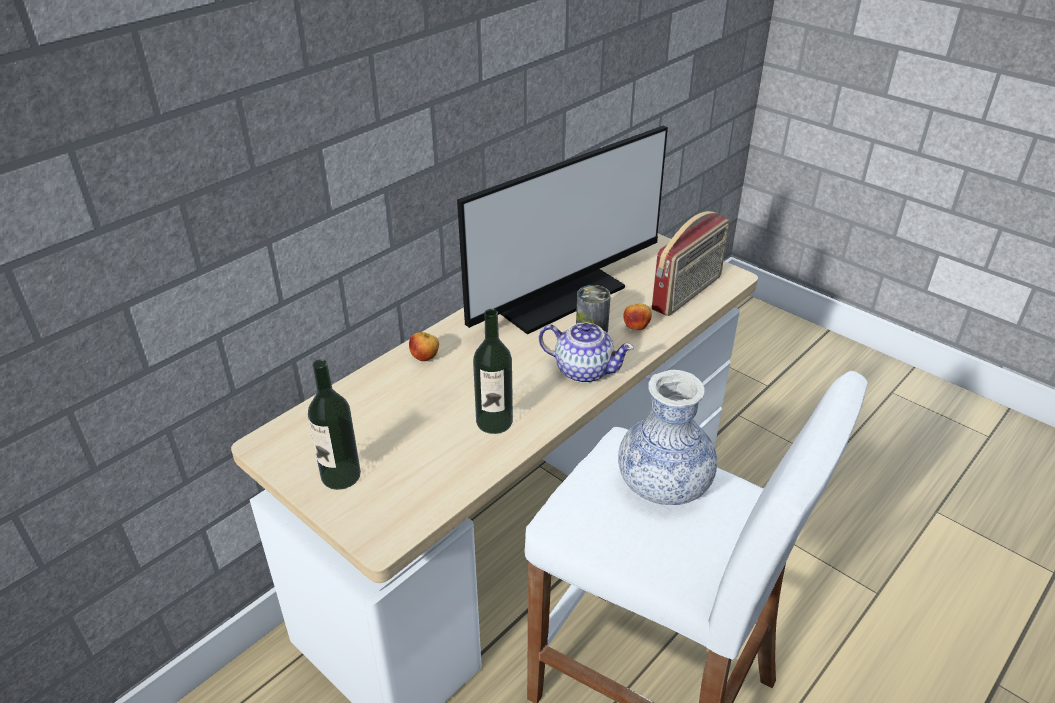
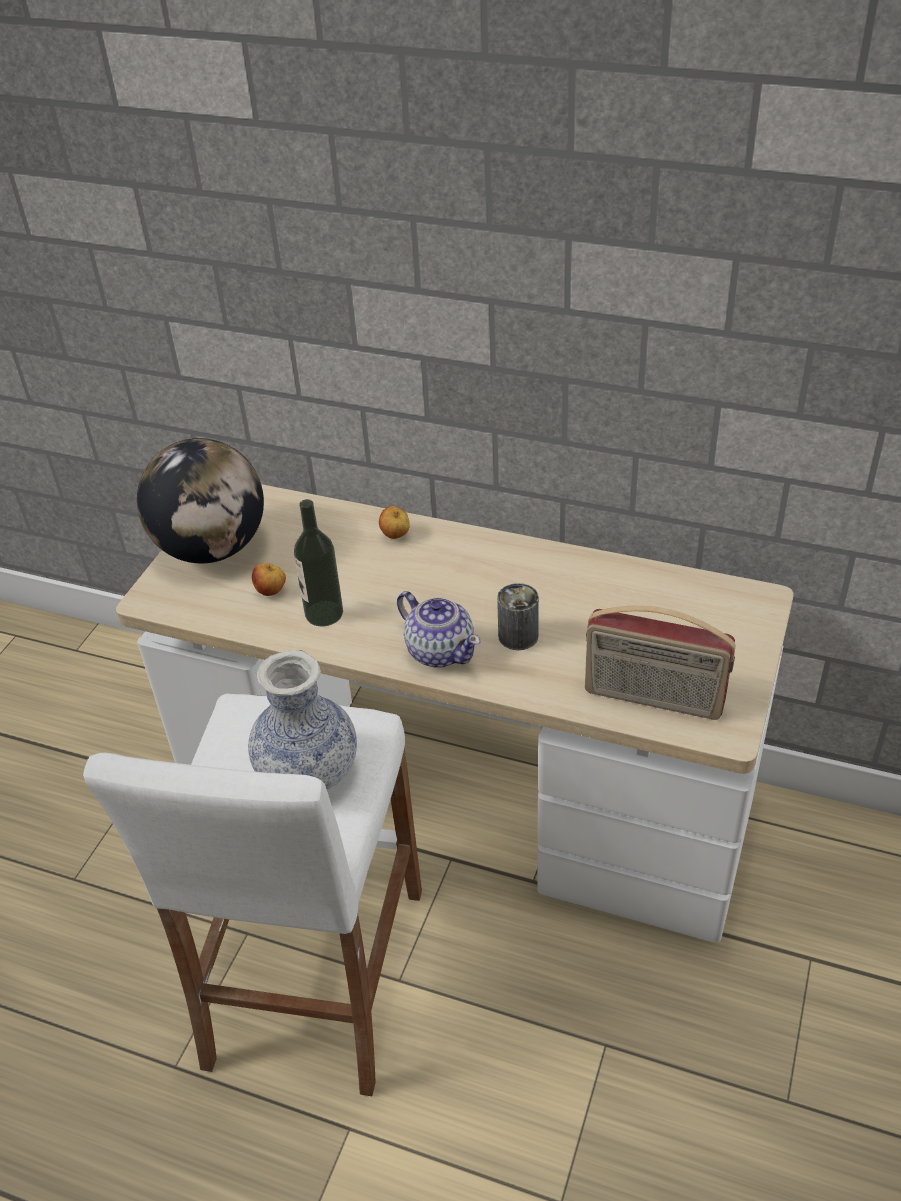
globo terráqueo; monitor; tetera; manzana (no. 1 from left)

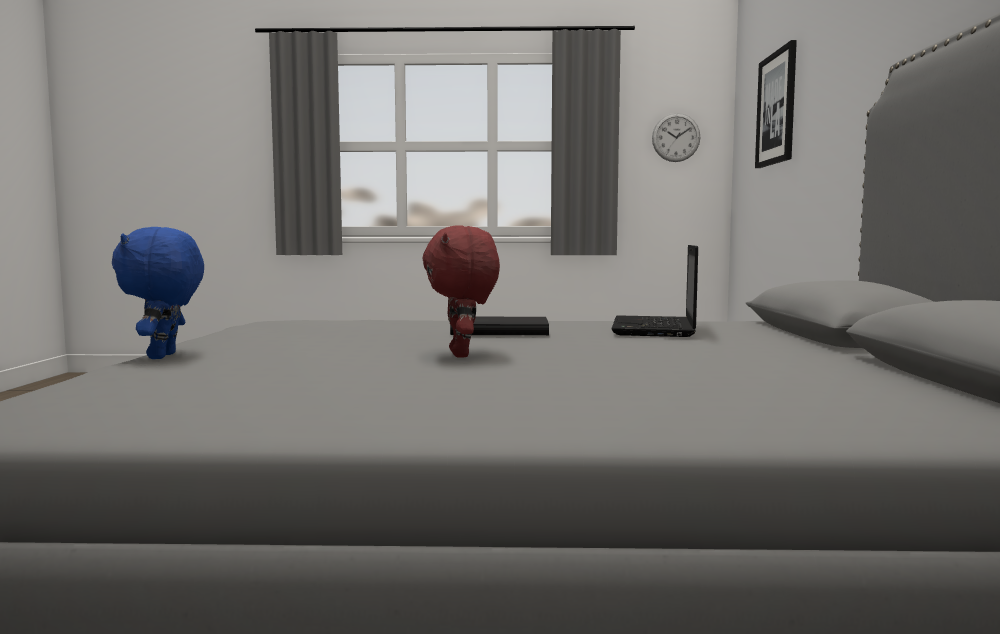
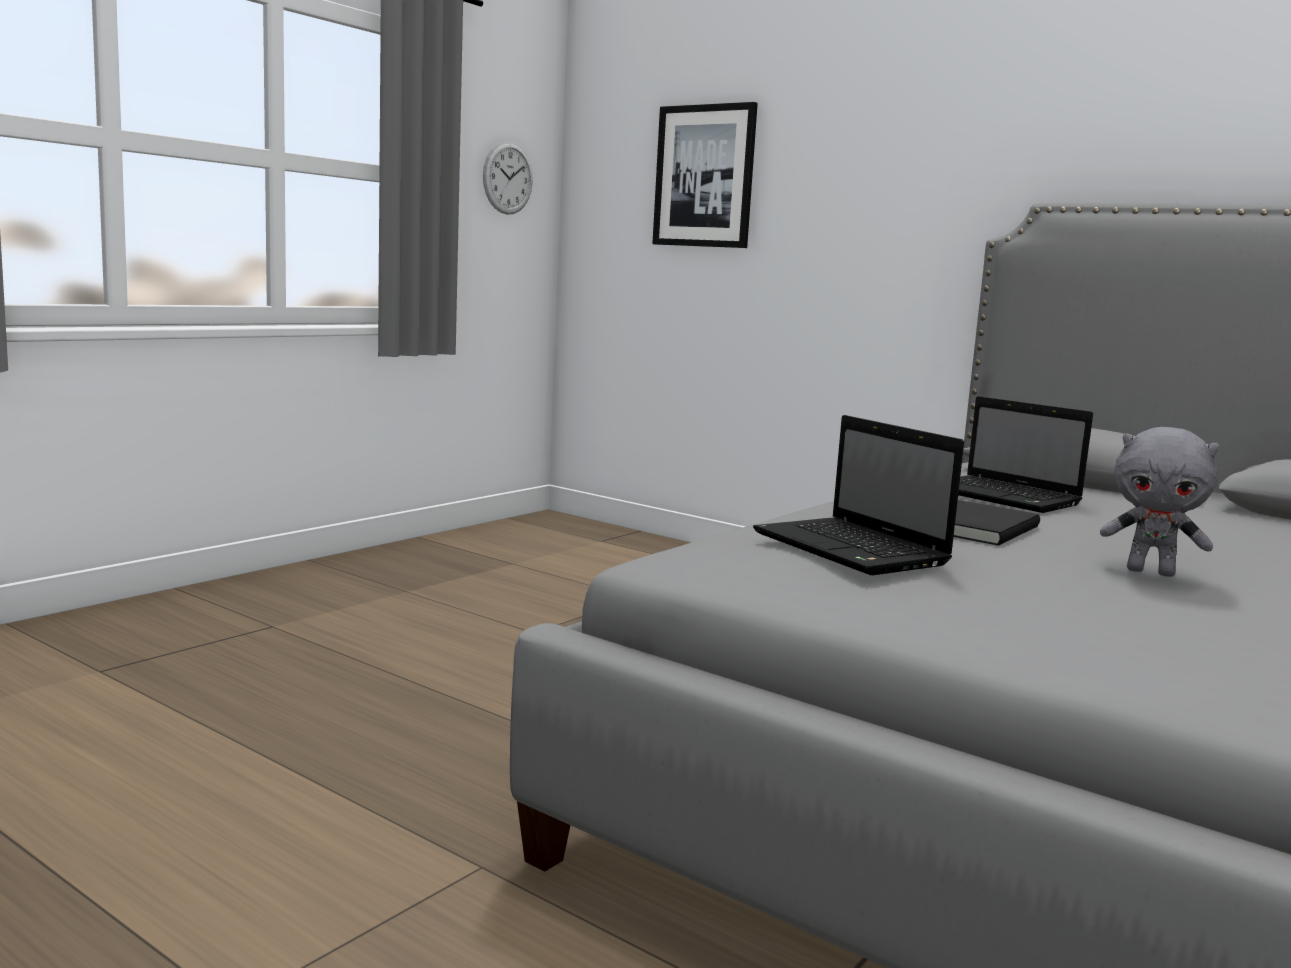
peluche (azul); peluche (gris); portátil (no. 1 from left)

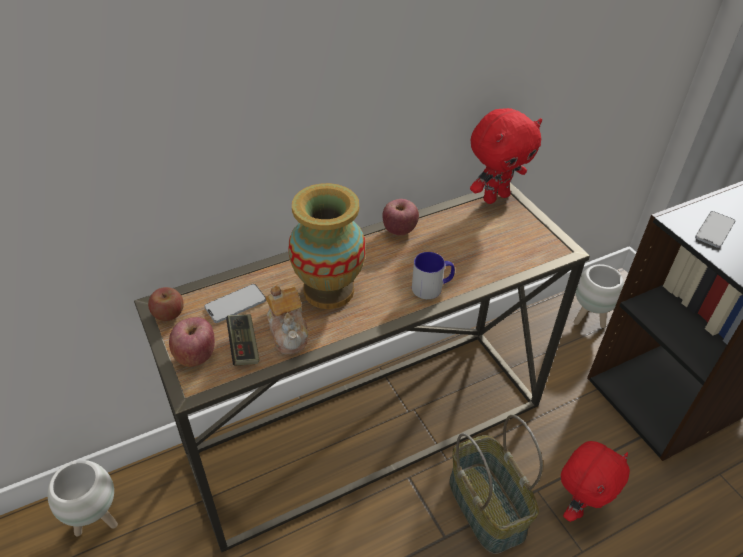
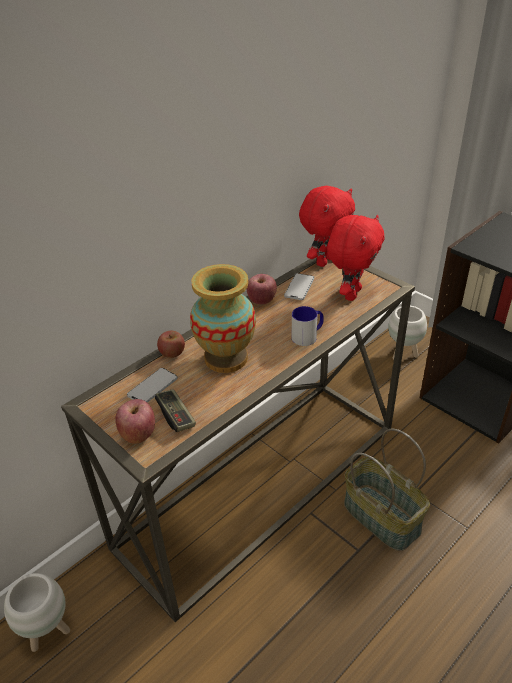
manzana (no. 2 from left); tetera; peluche (rojo) (no. 2 from left); móvil (no. 2 from left)

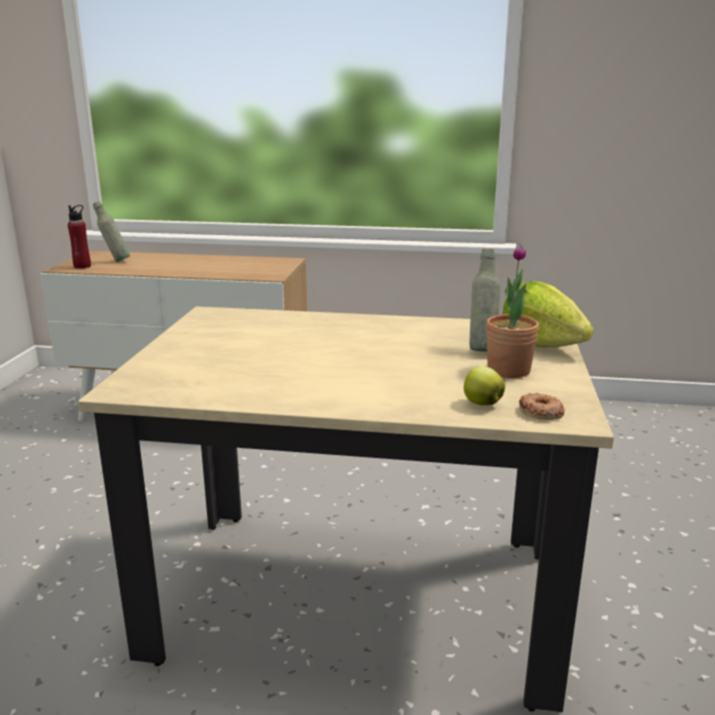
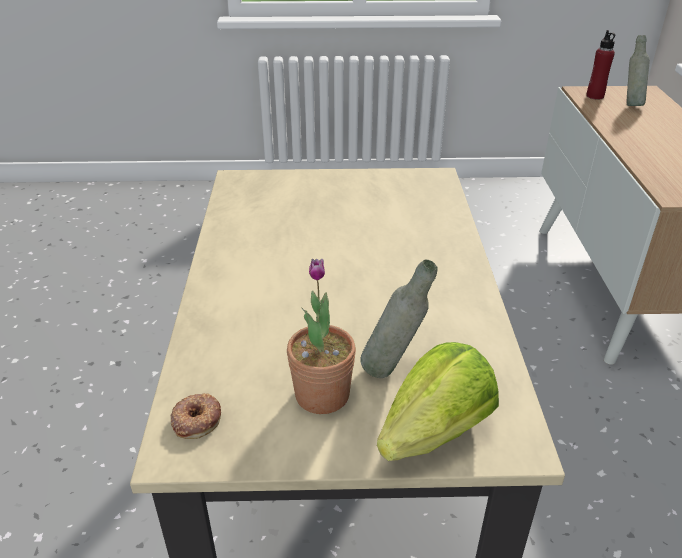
manzana

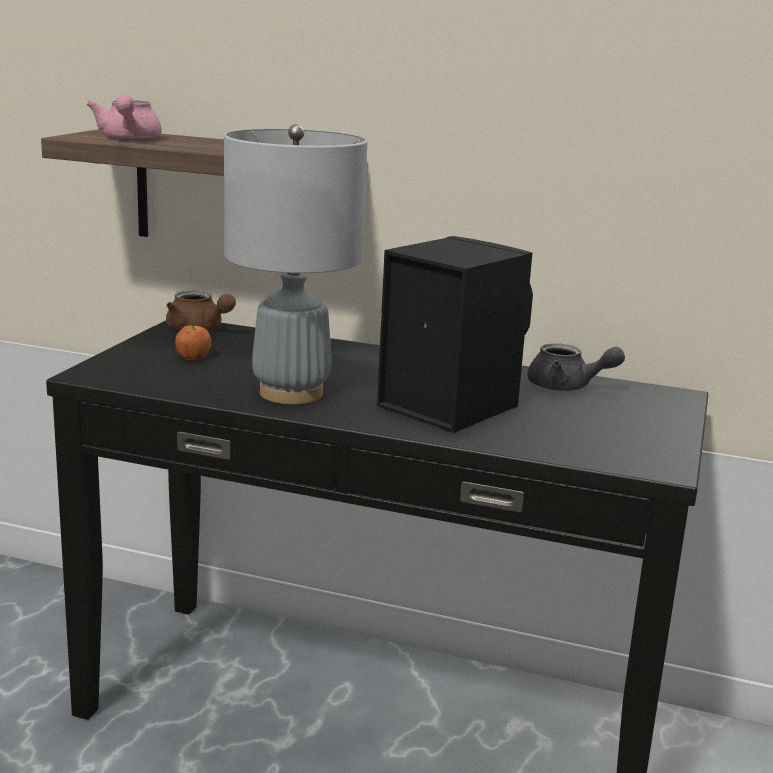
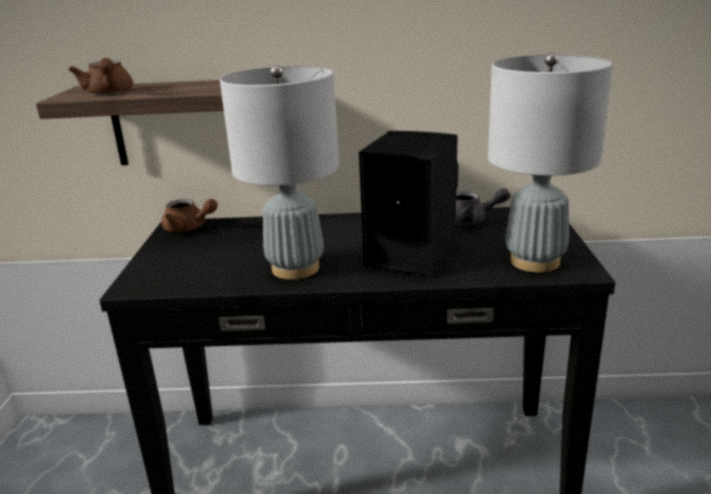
tetera (marrón) (no. 1 from left); manzana; lámpara de mesa (gris) (no. 2 from left)

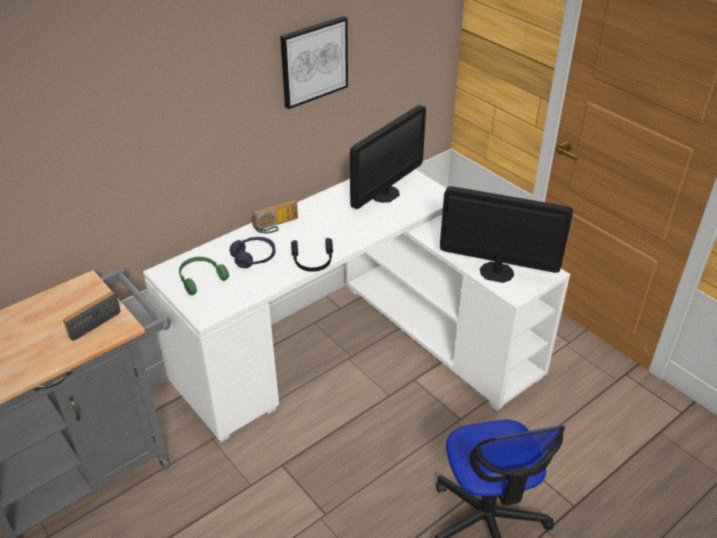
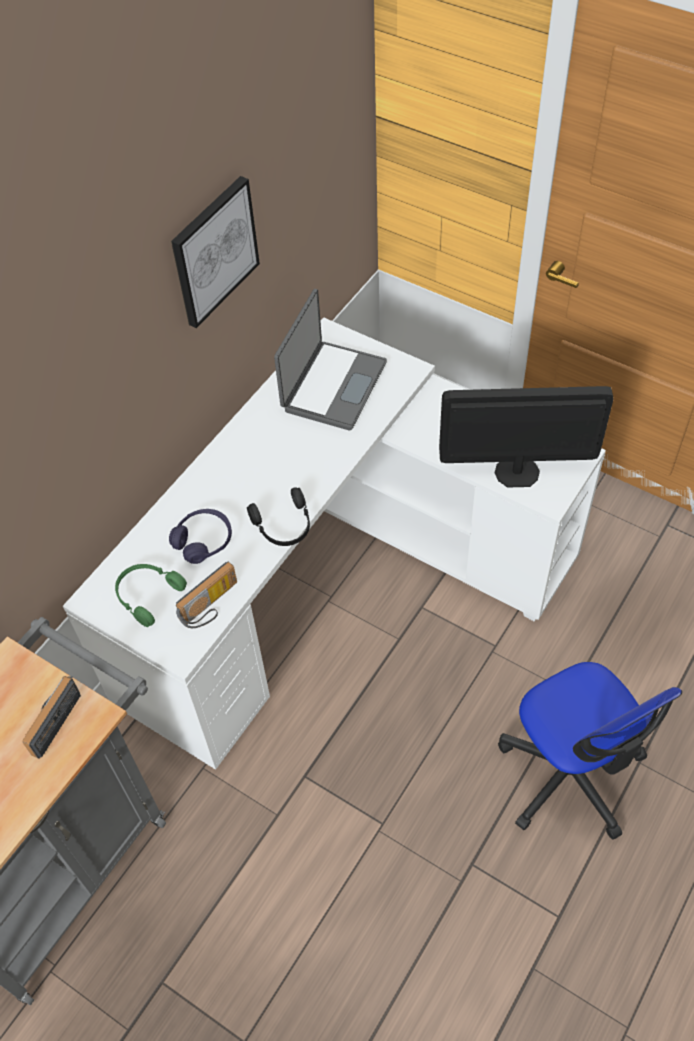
radio (no. 2 from left); portátil

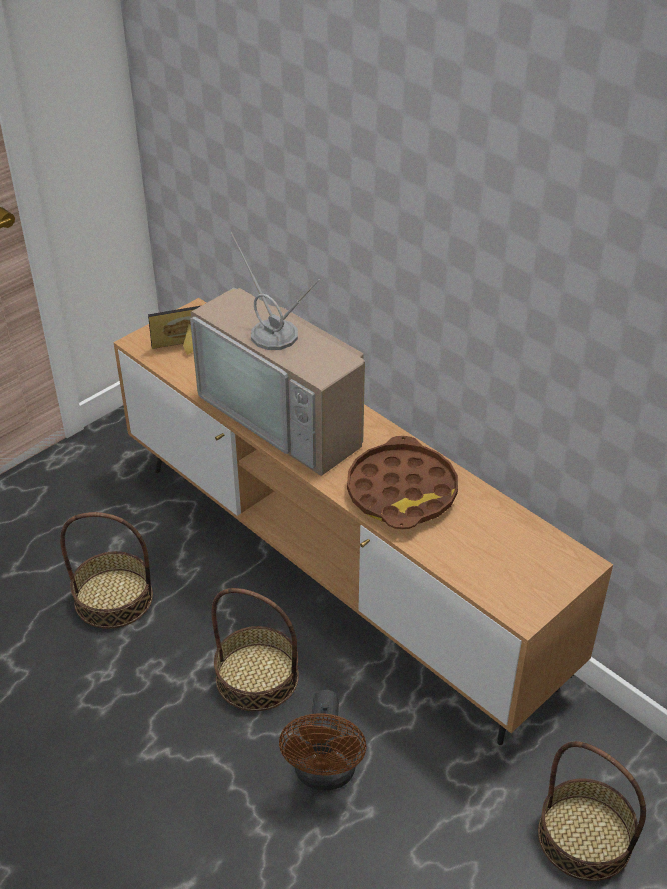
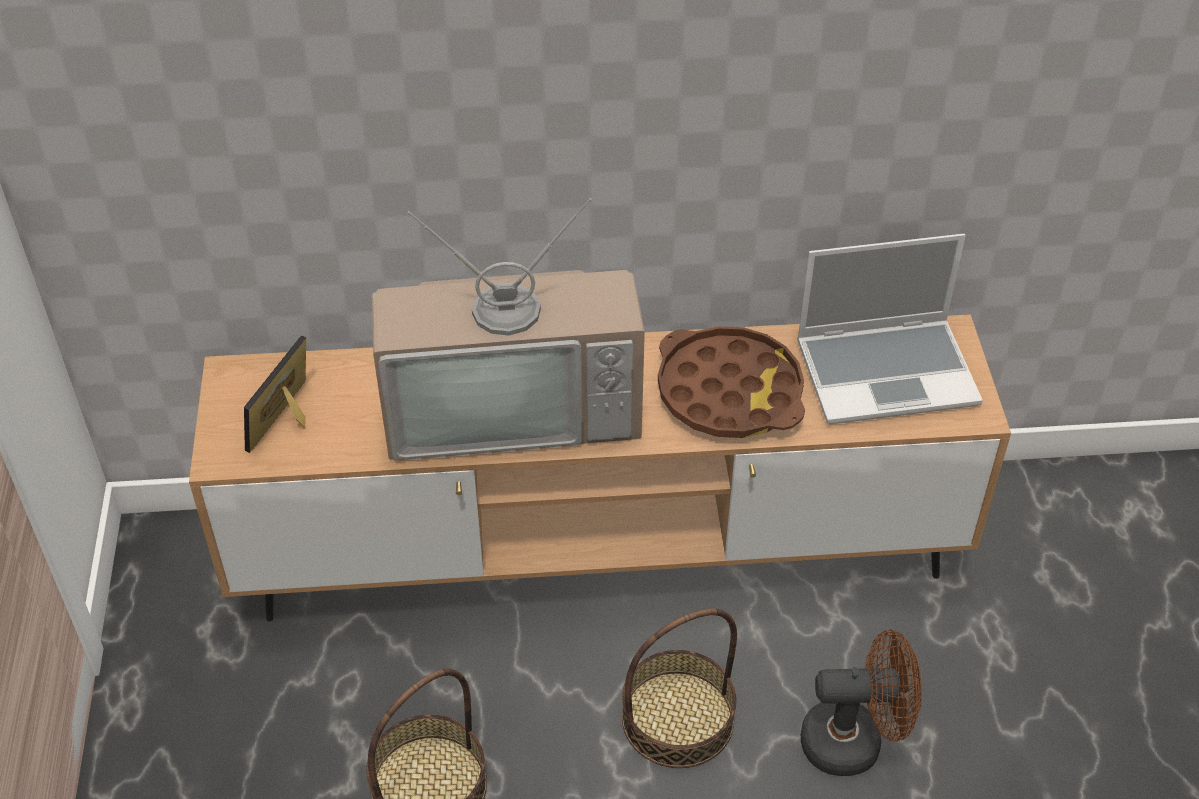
ventilador (marrón); cesta (no. 3 from left in the first image); portátil

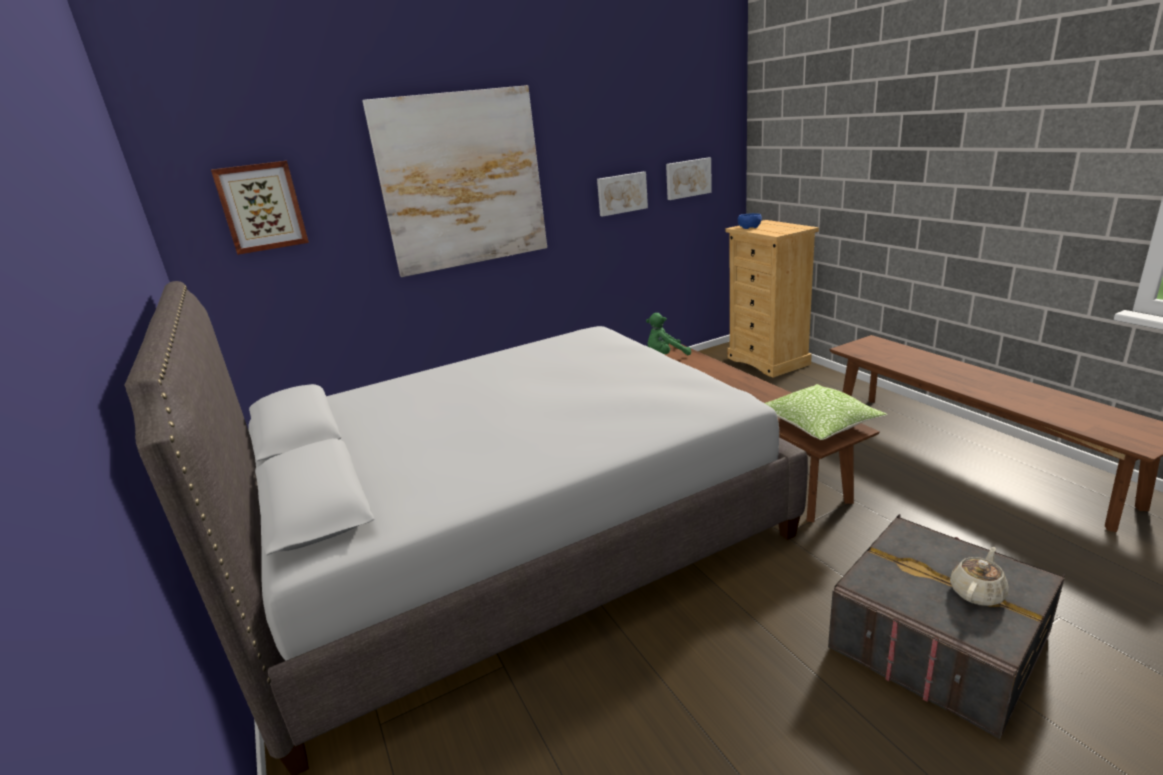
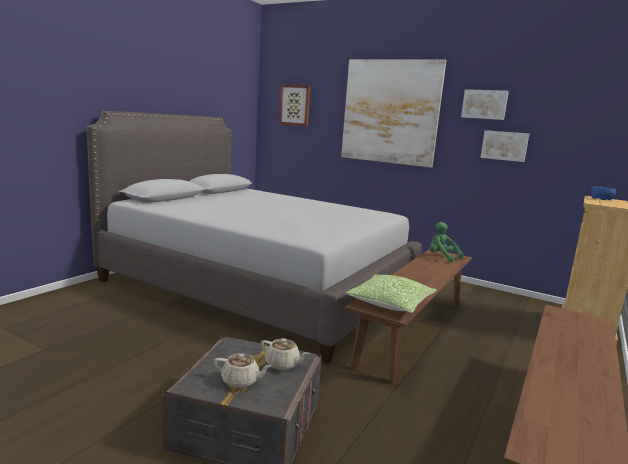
cuadro (no. 3 from left); tetera (beis) (no. 2 from left)

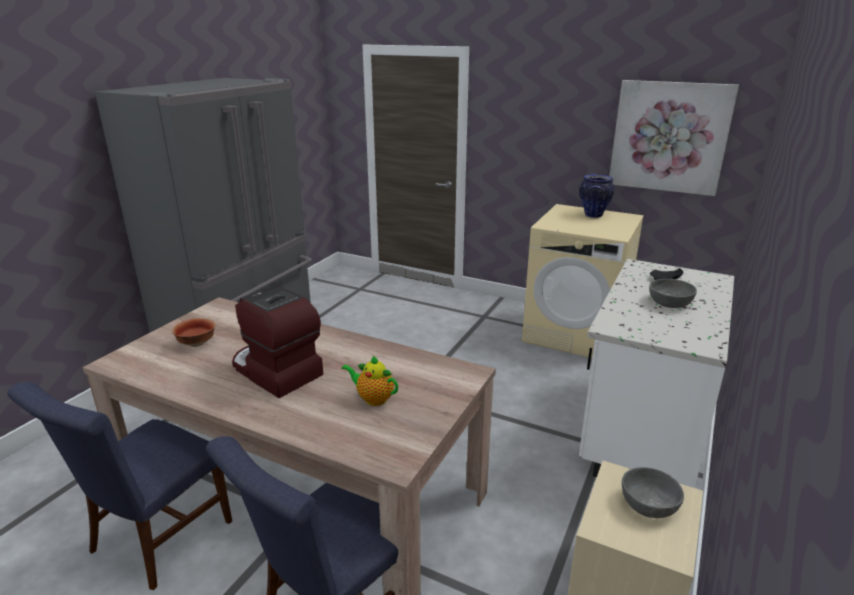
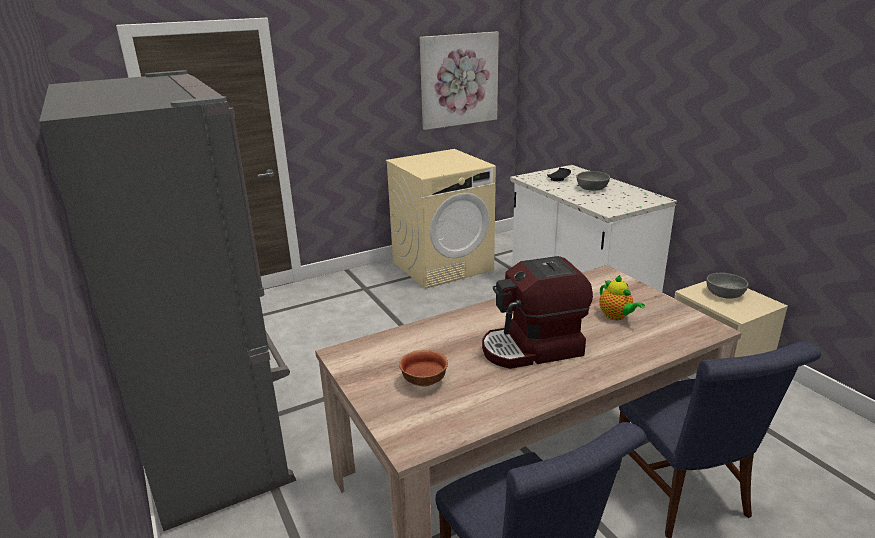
tetera; florero

